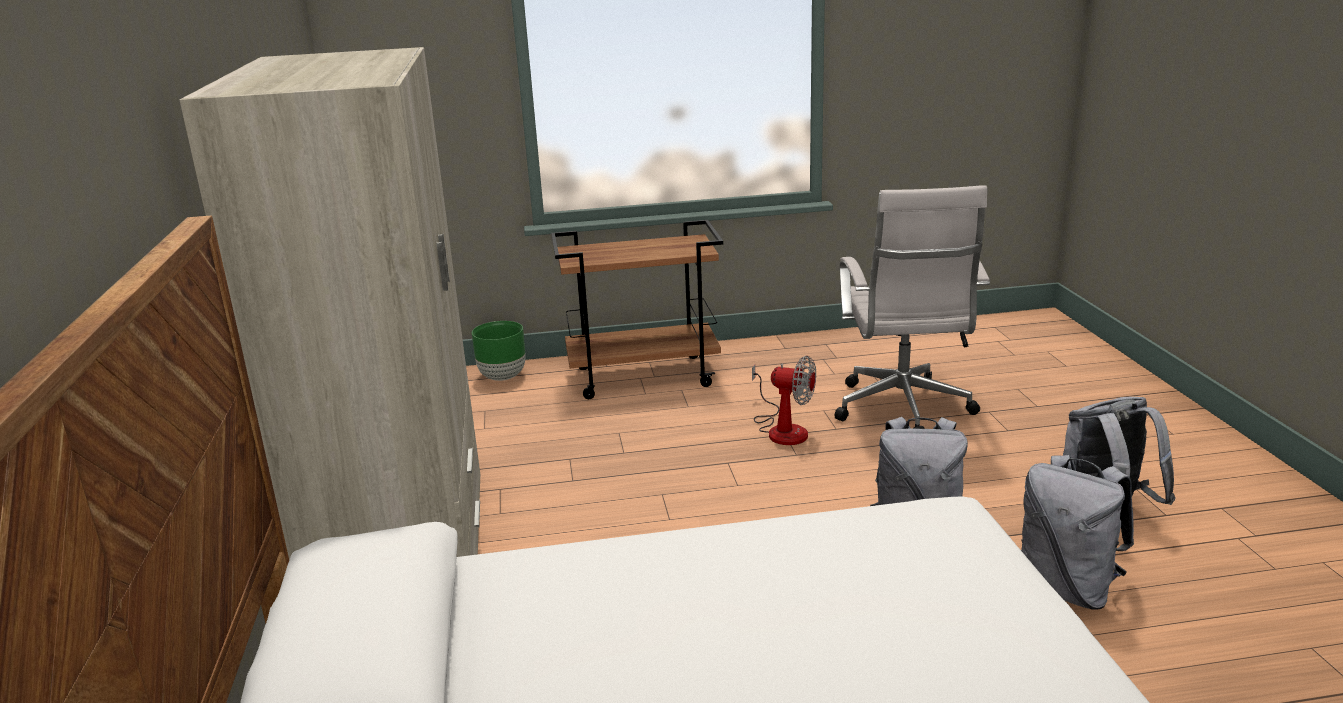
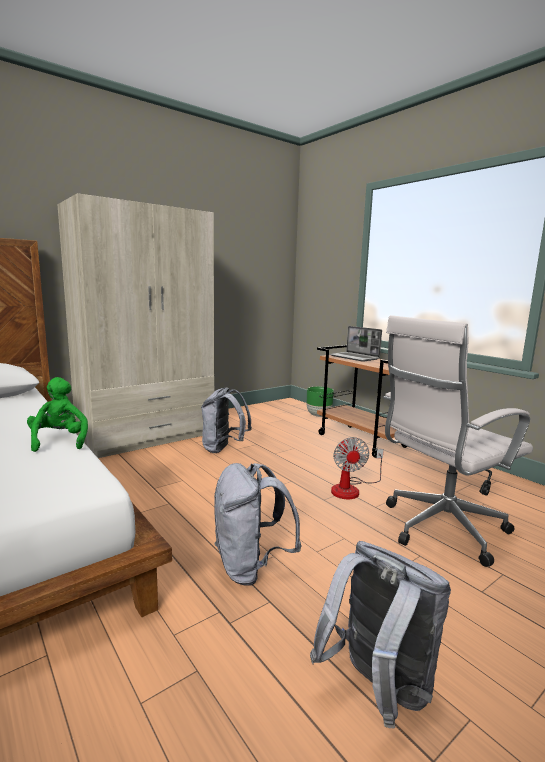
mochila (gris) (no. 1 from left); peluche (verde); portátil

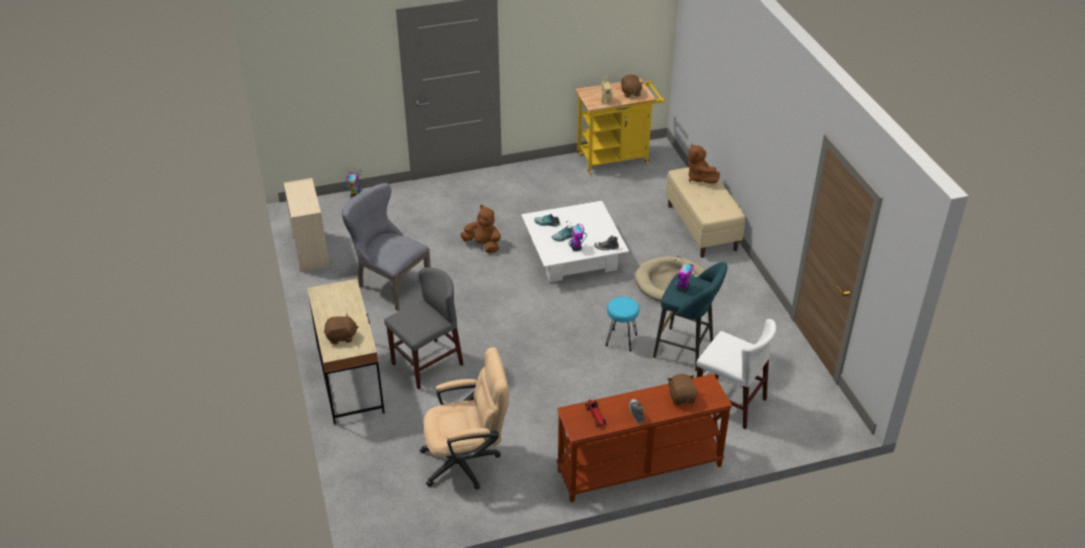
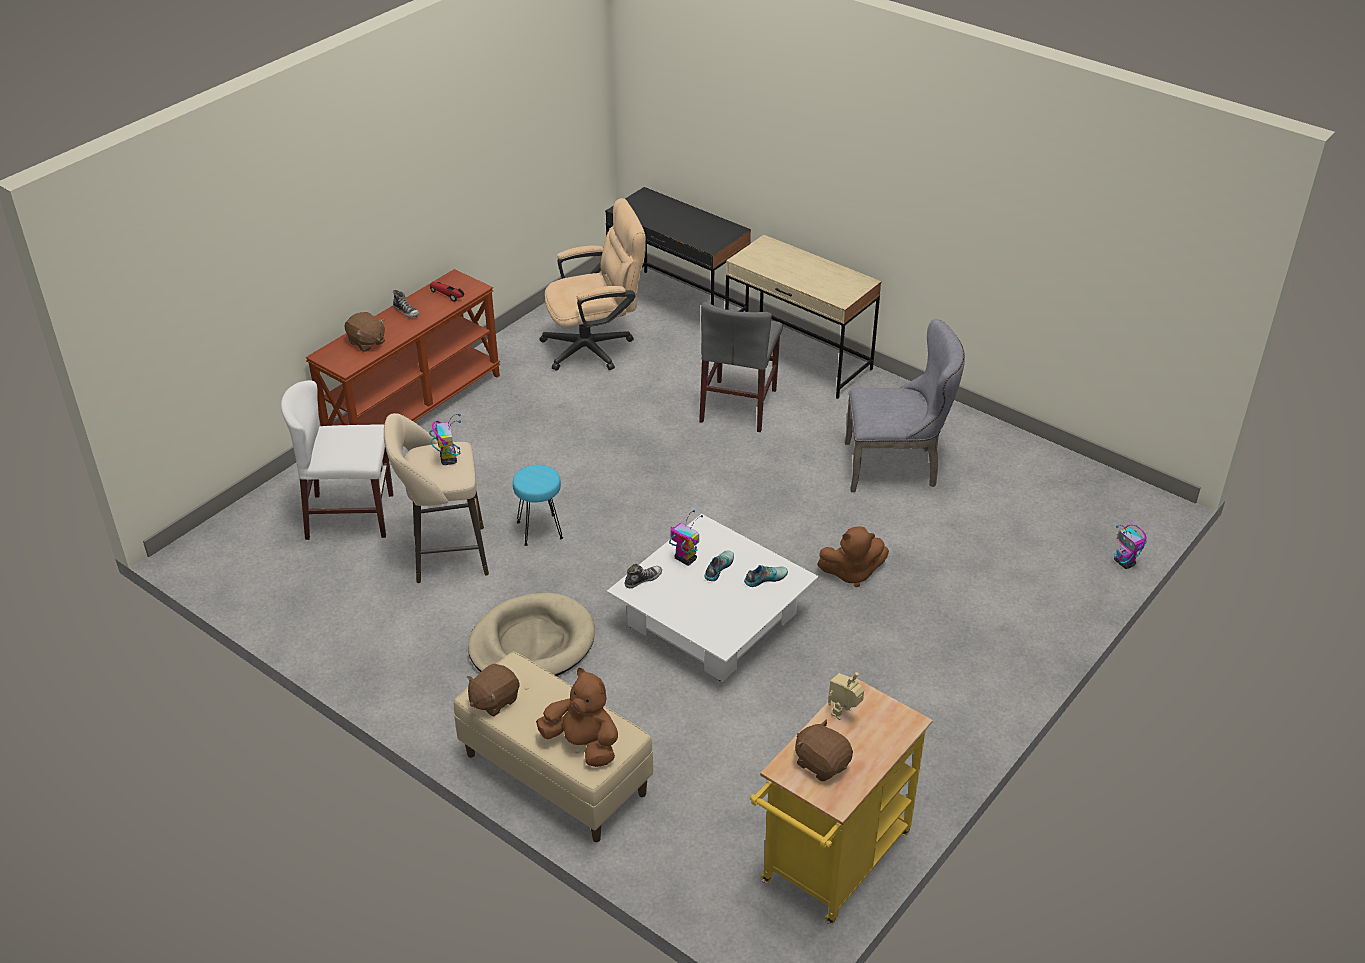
cómoda (beis); peluche (marrón) (no. 2 from left); silla de oficina (beis); taburete (beis); escritorio (negro)

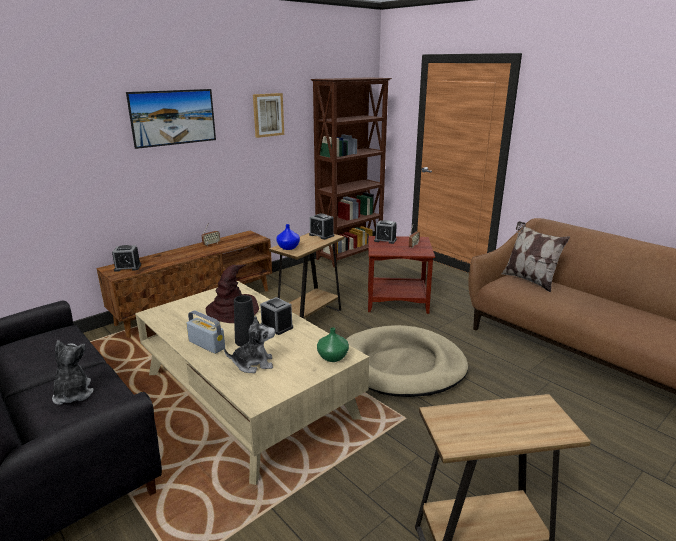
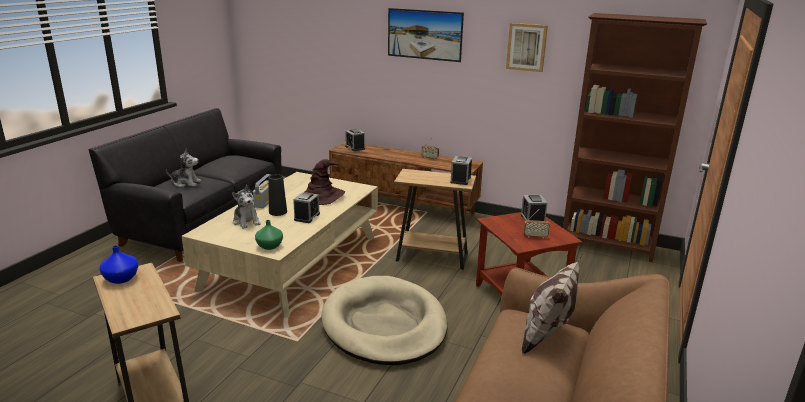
peluche (no. 1 from left); florero (azul)

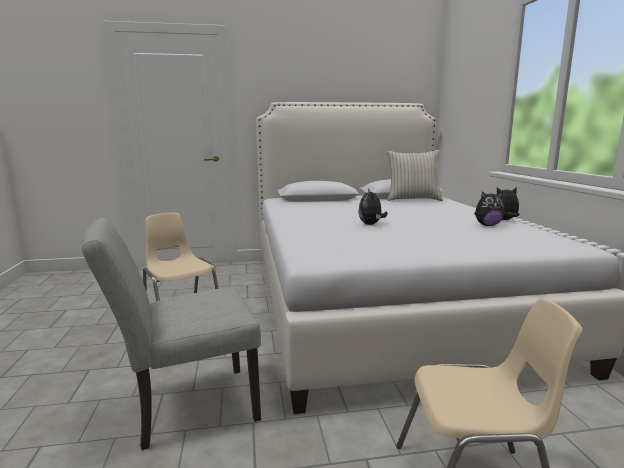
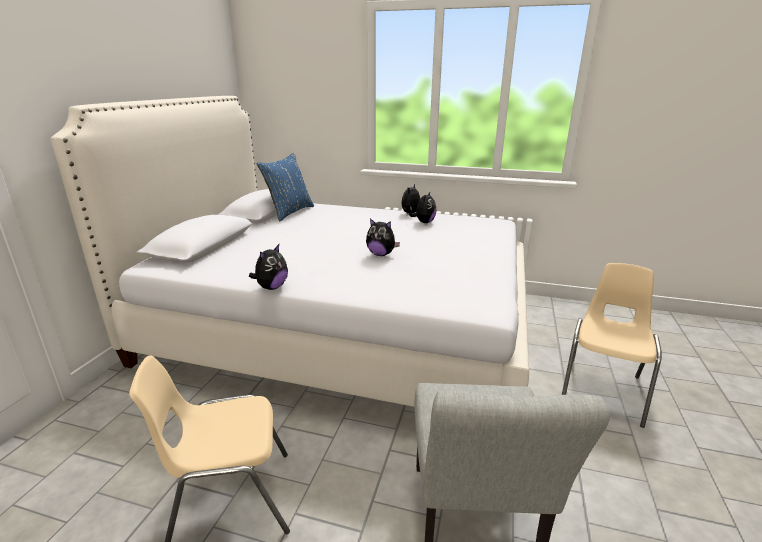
cojín (azul); peluche (no. 1 from left)

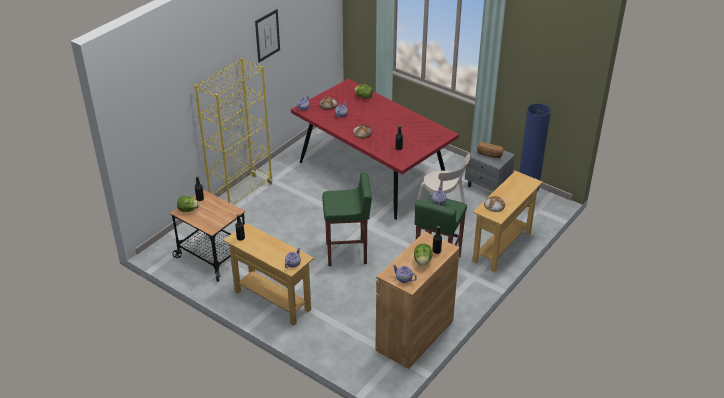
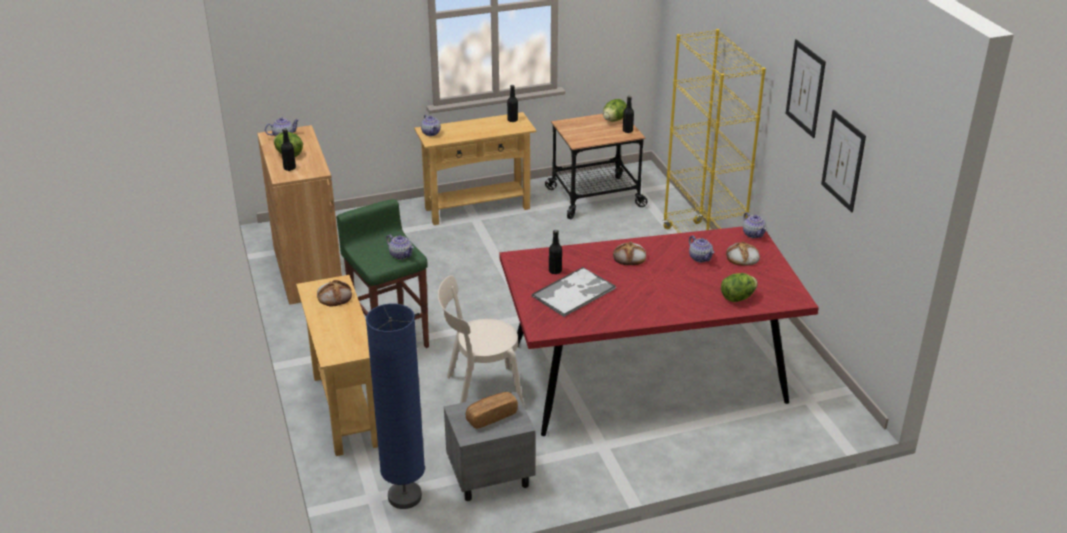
taburete (verde) (no. 1 from left in the first image); bandeja; cuadro (no. 2 from left)

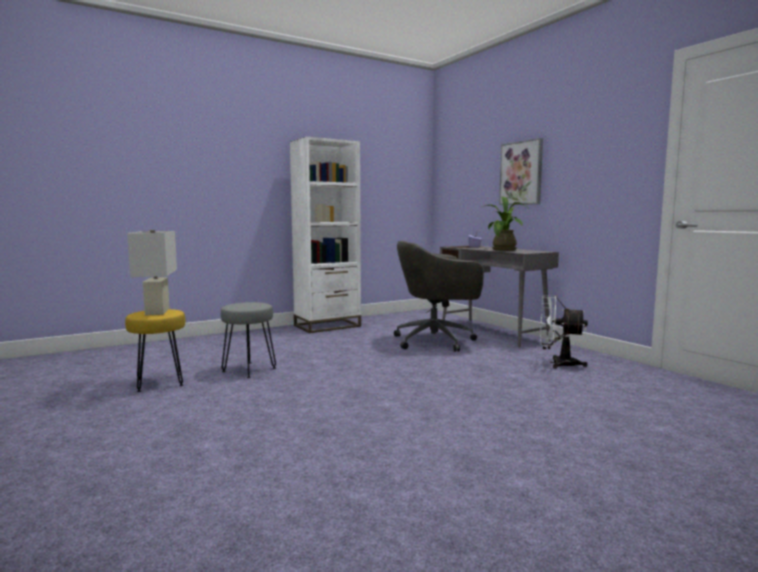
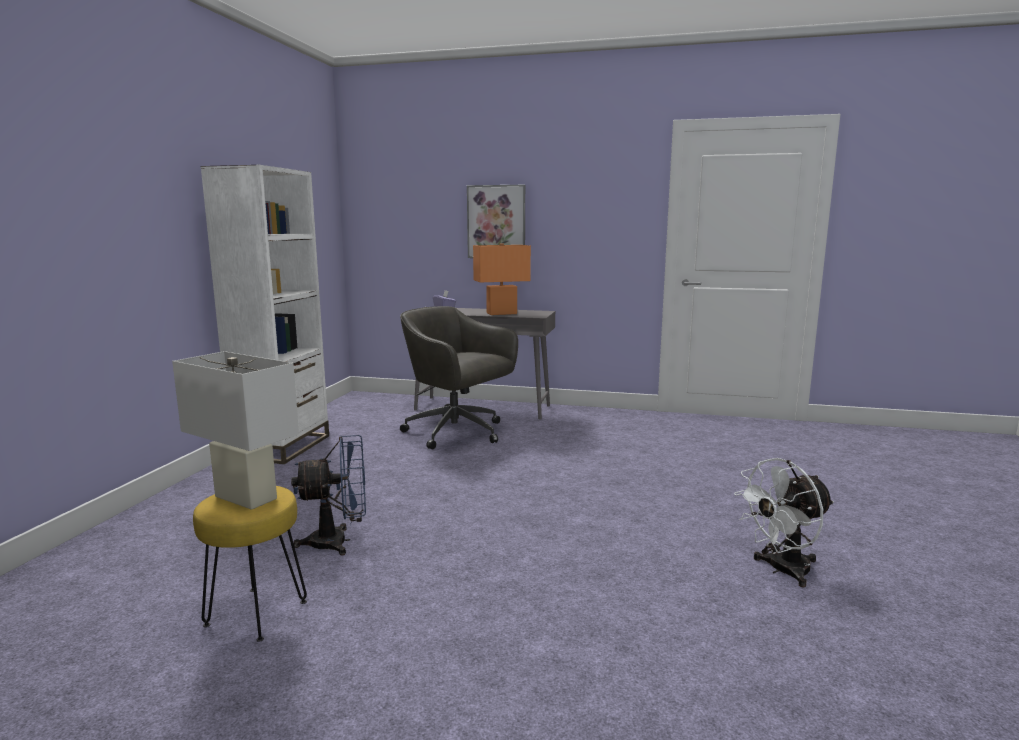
ventilador (azul); silla de oficina (gris); lámpara de mesa (naranja); ventilador (blanco)

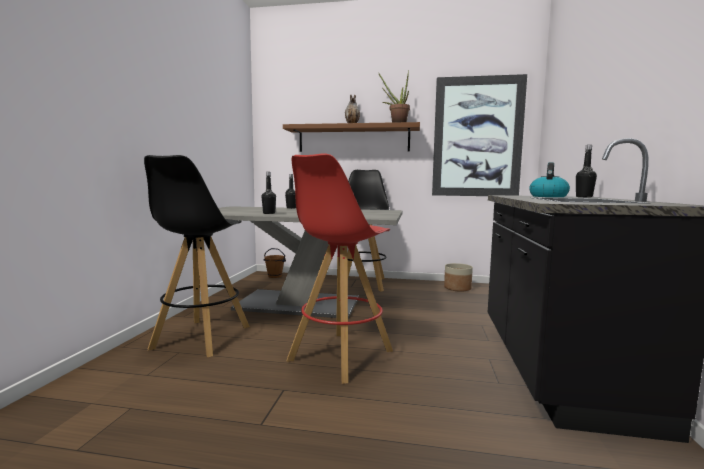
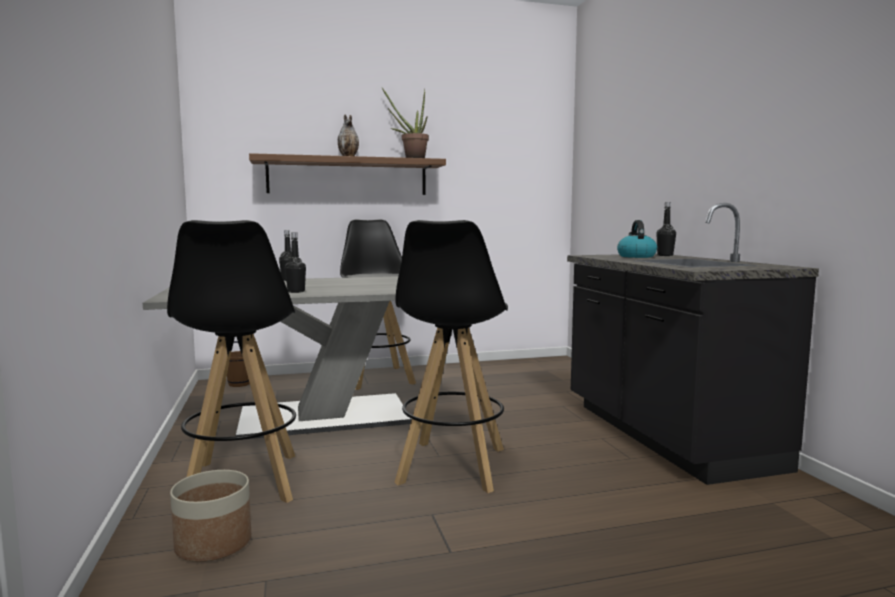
taburete (negro) (no. 3 from left); cuadro; maceta

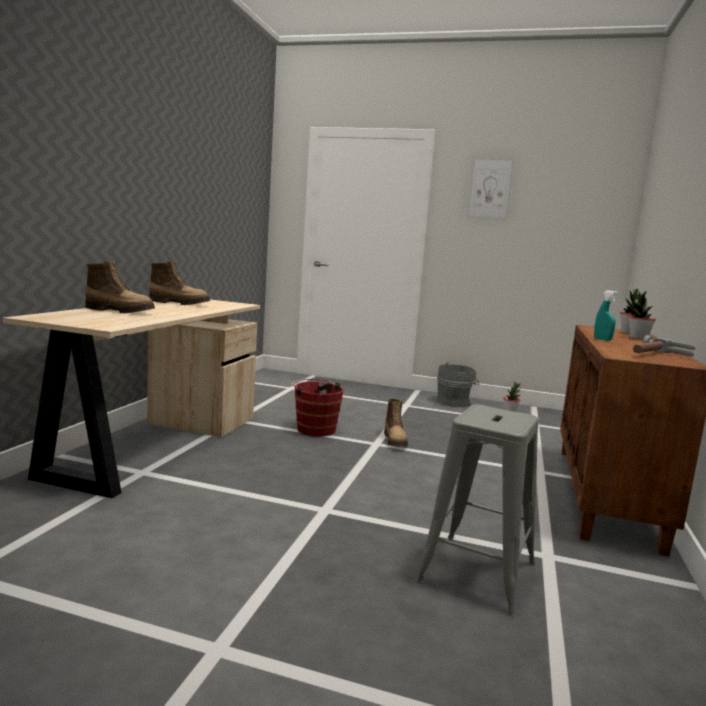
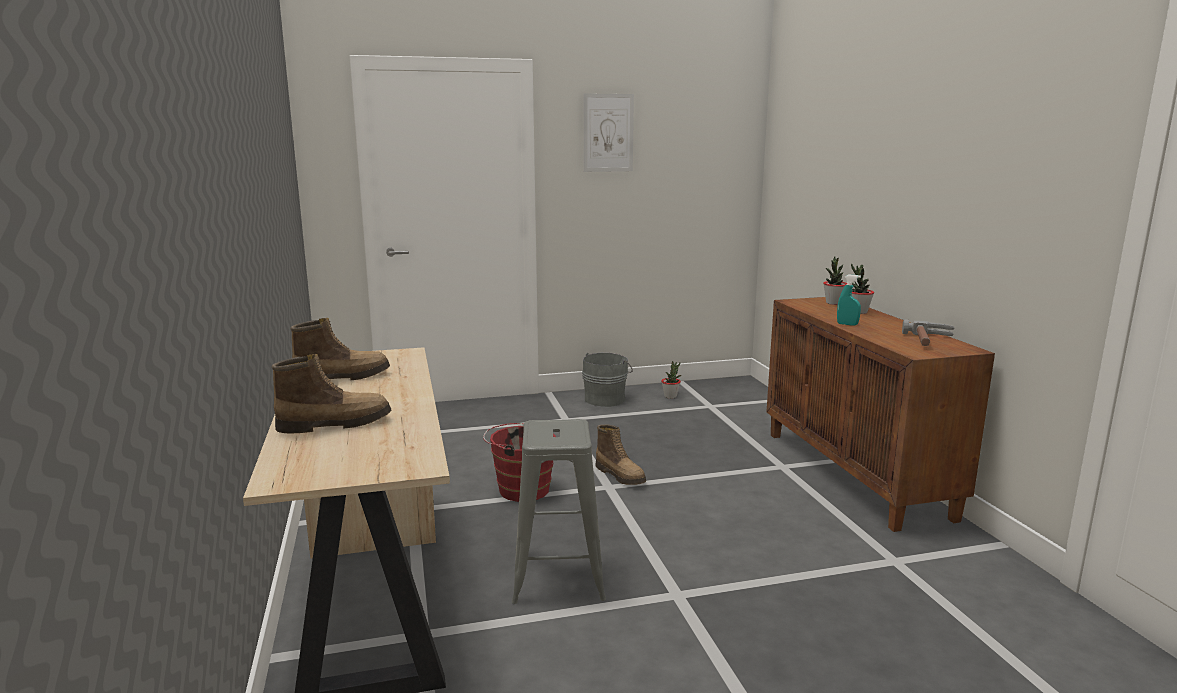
taburete (gris)

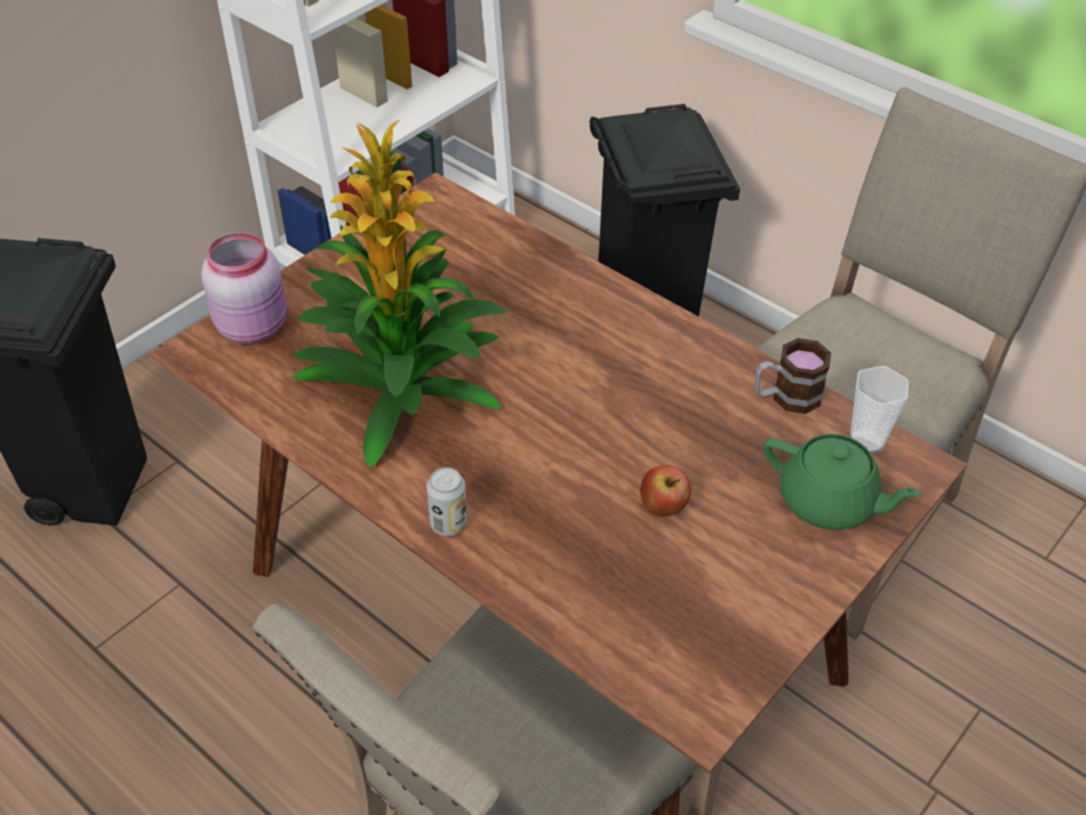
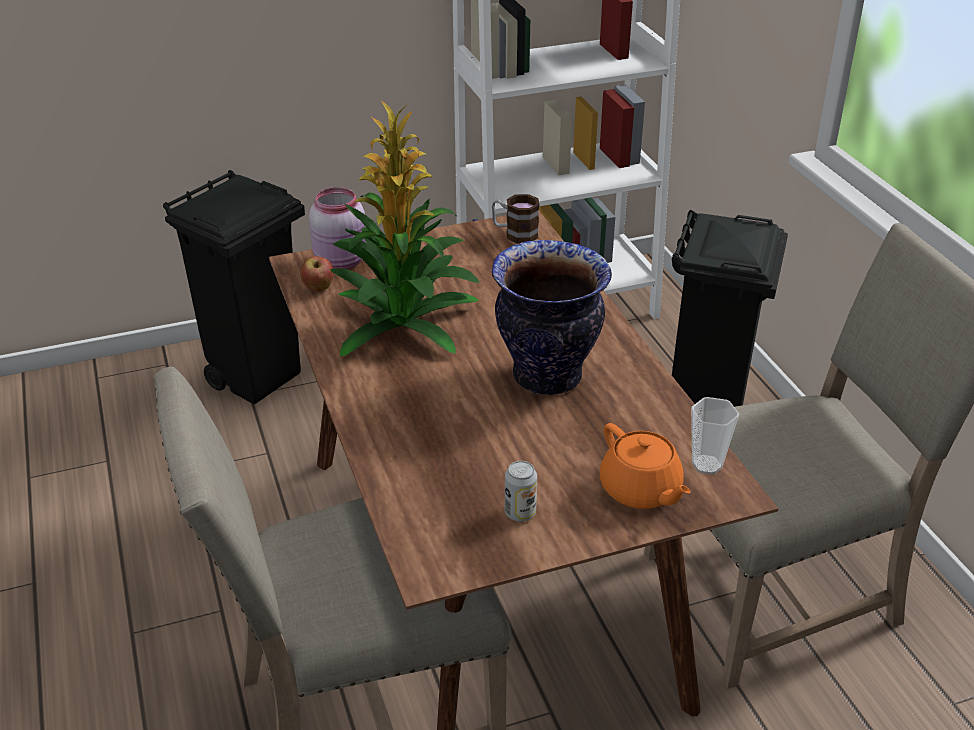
lata; manzana; taza grande; tetera (naranja); florero

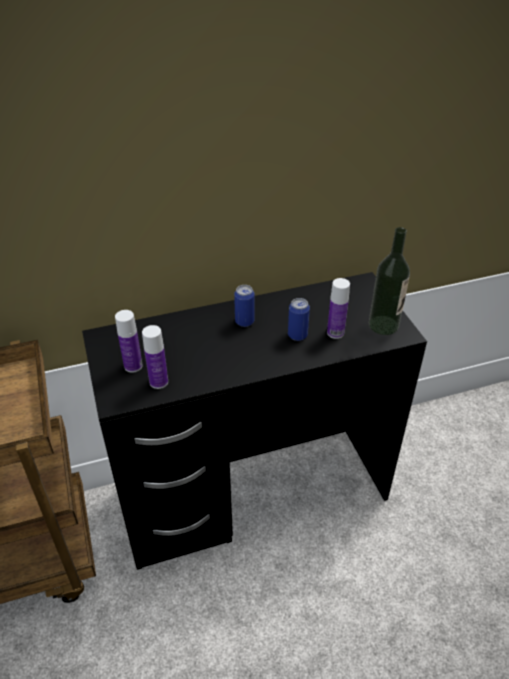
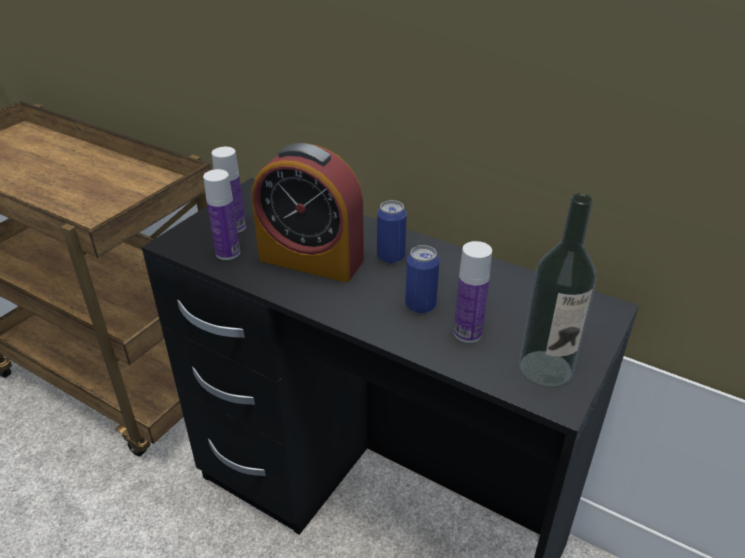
despertador

